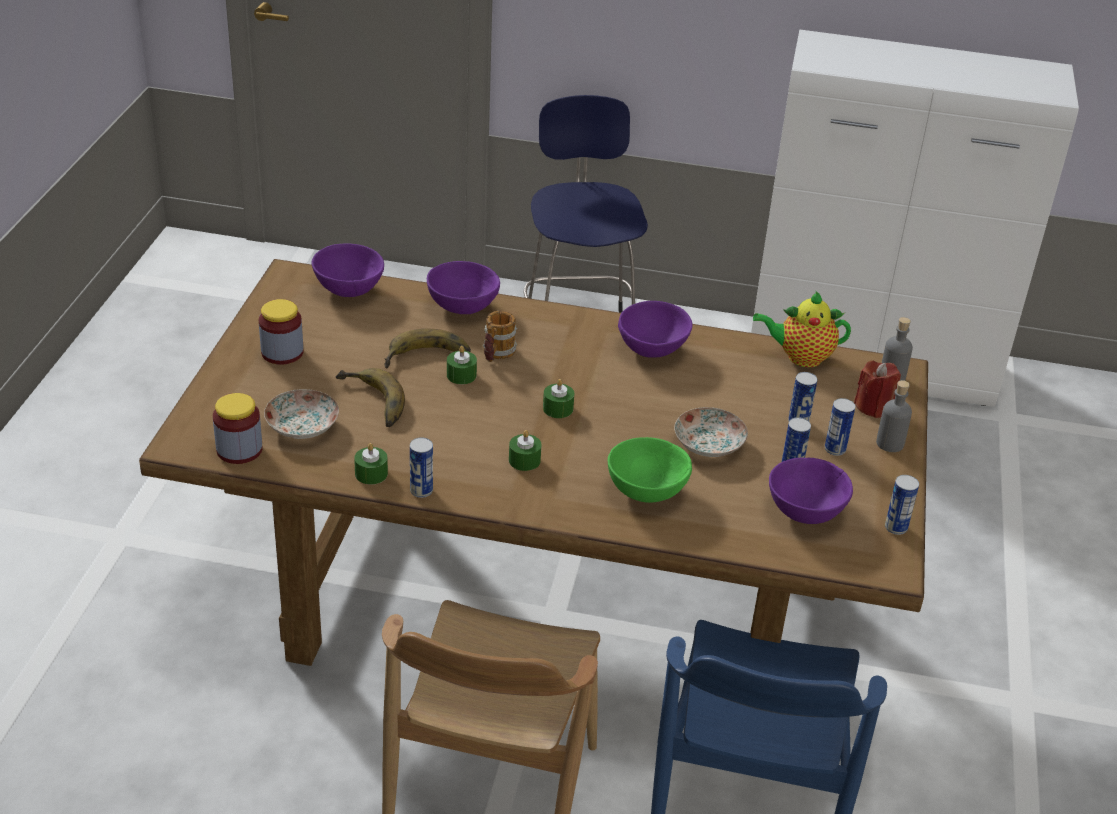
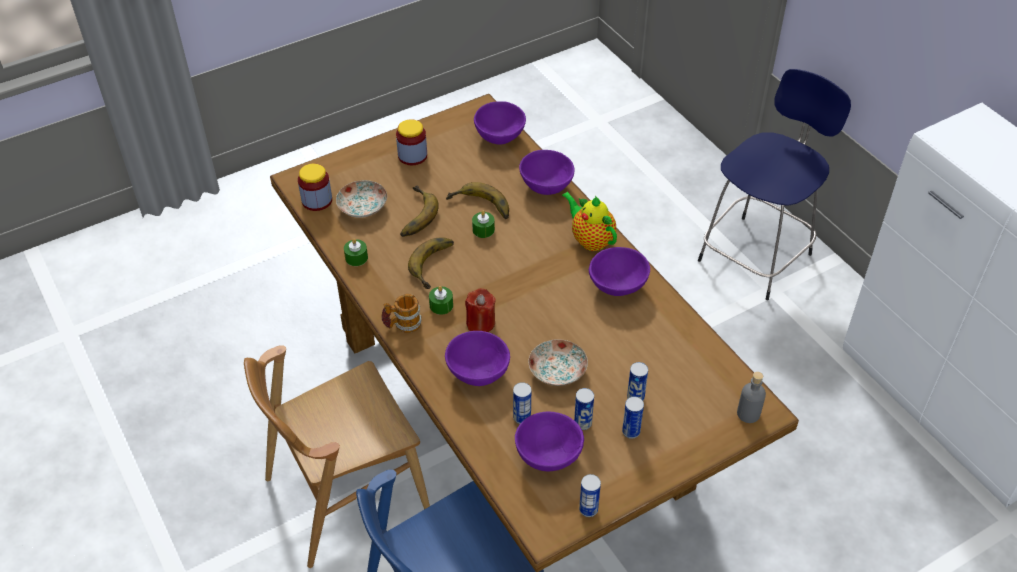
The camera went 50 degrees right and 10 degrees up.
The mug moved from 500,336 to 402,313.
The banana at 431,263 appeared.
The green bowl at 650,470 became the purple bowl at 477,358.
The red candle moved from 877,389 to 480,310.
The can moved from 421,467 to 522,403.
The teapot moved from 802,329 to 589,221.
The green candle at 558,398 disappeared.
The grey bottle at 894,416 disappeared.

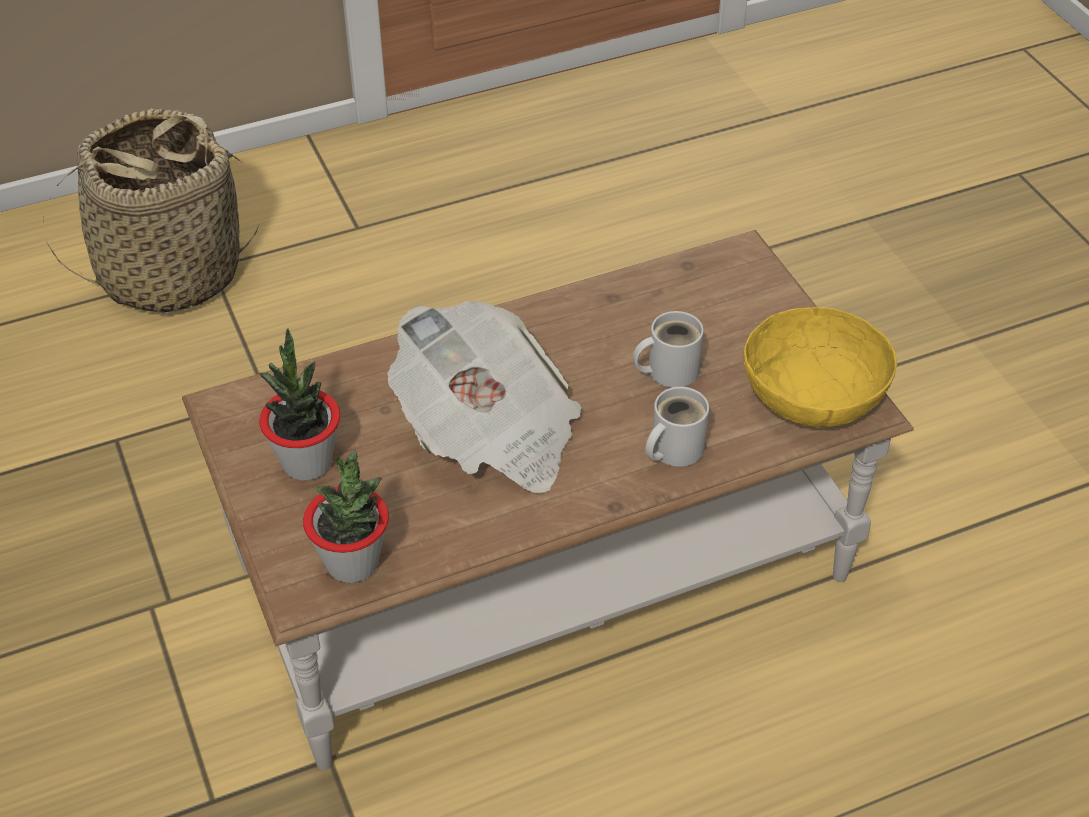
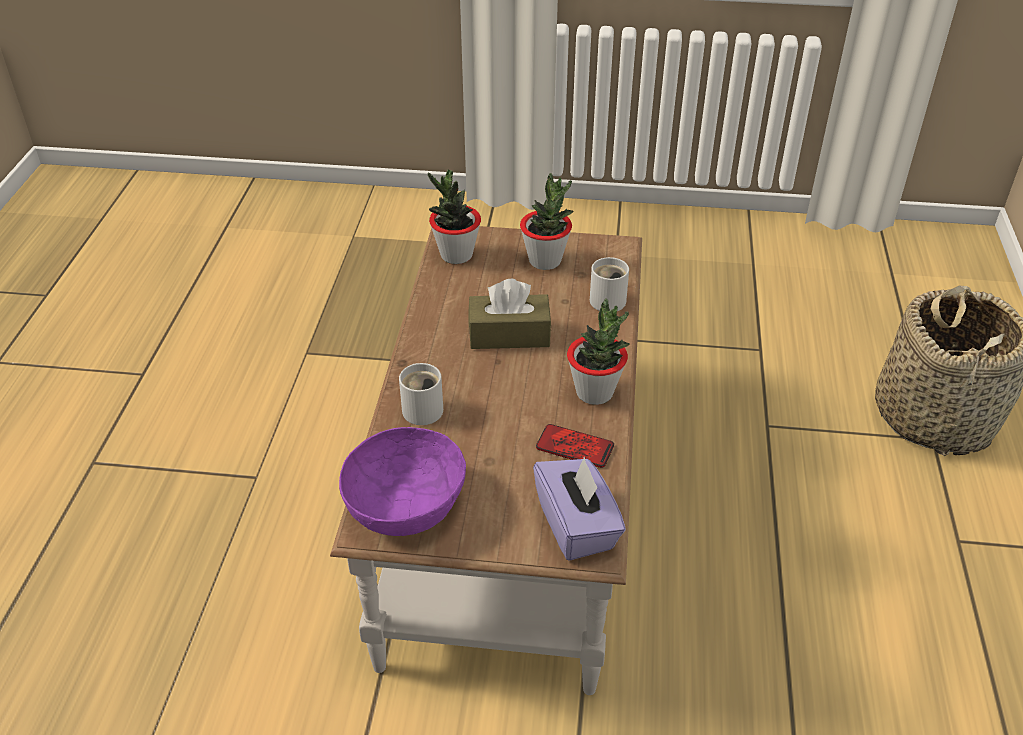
The camera went 120 degrees right and 5 degrees down.
The yellow bowl at 820,367 became the purple bowl at 402,481.
The newspaper at 484,397 was replaced by the brown tissue box at 509,314.
The purple tissue box at 579,508 appeared.
The phone at 575,446 appeared.
The potted plant at 598,351 appeared.
The white mug moved from 668,349 to 609,284.

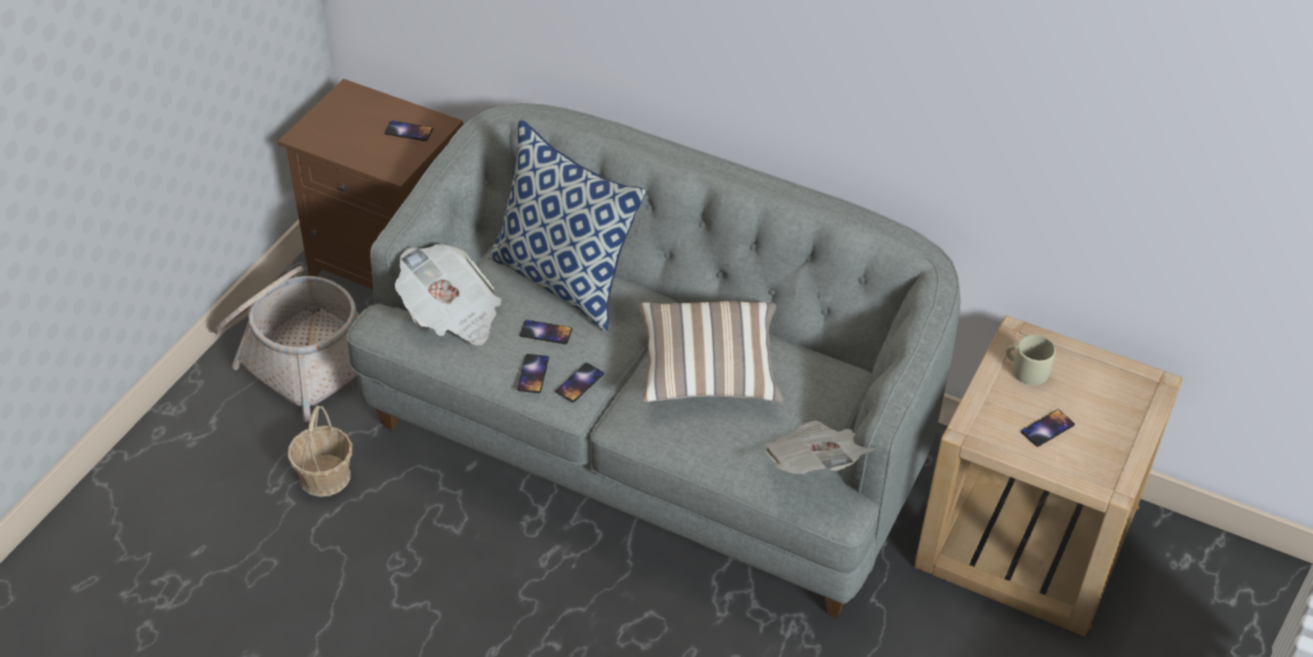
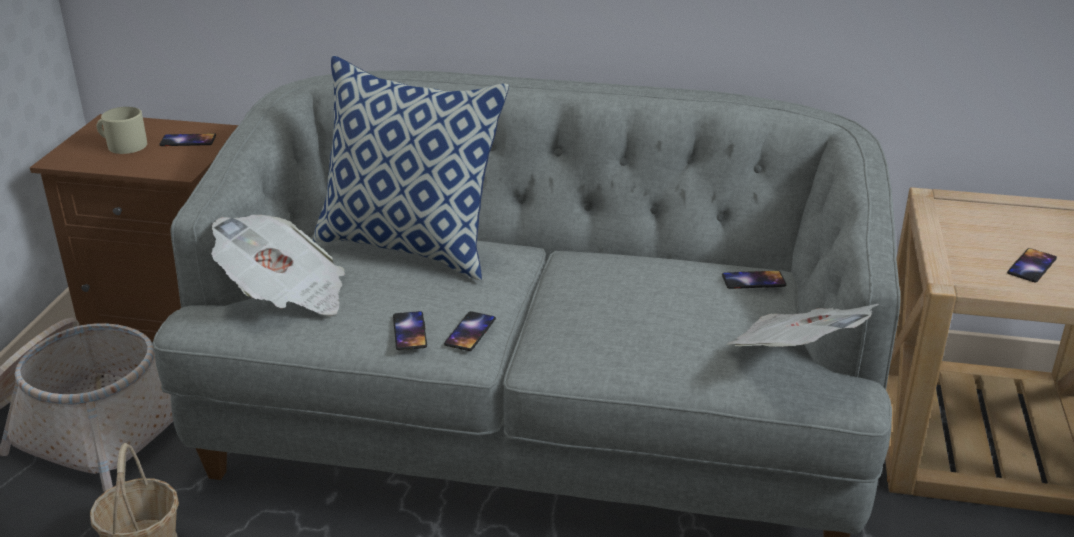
The camera went 15 degrees left and 15 degrees down.
The beige mug moved from 1031,360 to 122,130.
The phone moved from 546,332 to 754,280.
The pillow at 711,351 disappeared.

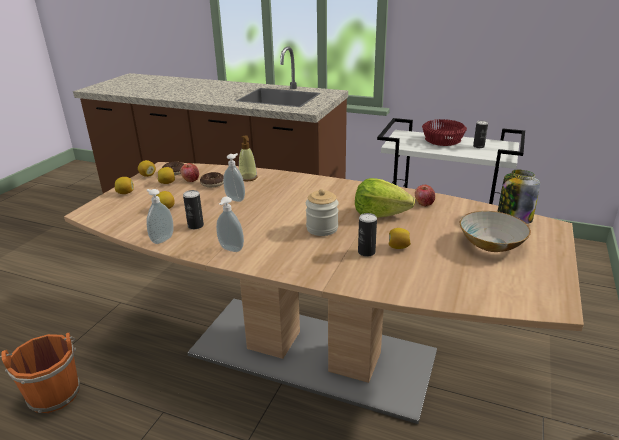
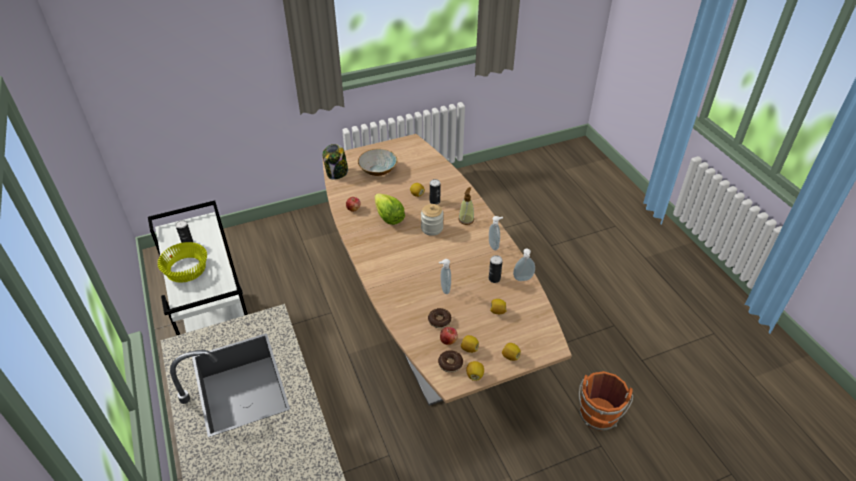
The camera went 135 degrees left and 15 degrees up.
The red bowl at 444,132 became the yellow bowl at 182,262.
The soap dispenser moved from 248,158 to 466,206.

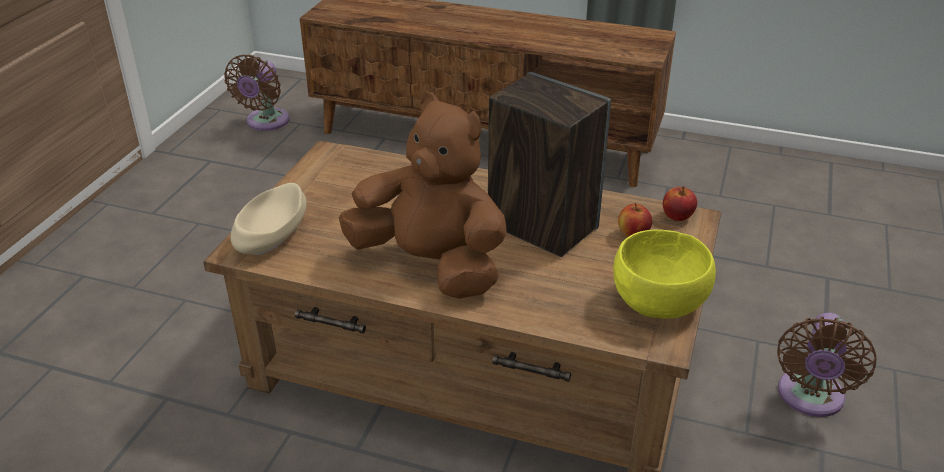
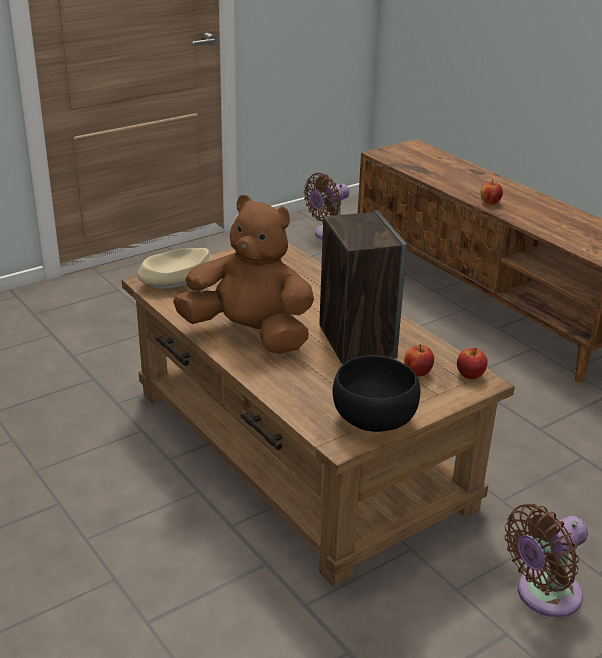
The camera went 35 degrees right and 5 degrees down.
The brown plush toy at 423,196 turned 45 degrees counterclockwise.
The yellow bowl at 664,274 became the black bowl at 376,393.
The apple at 492,192 appeared.

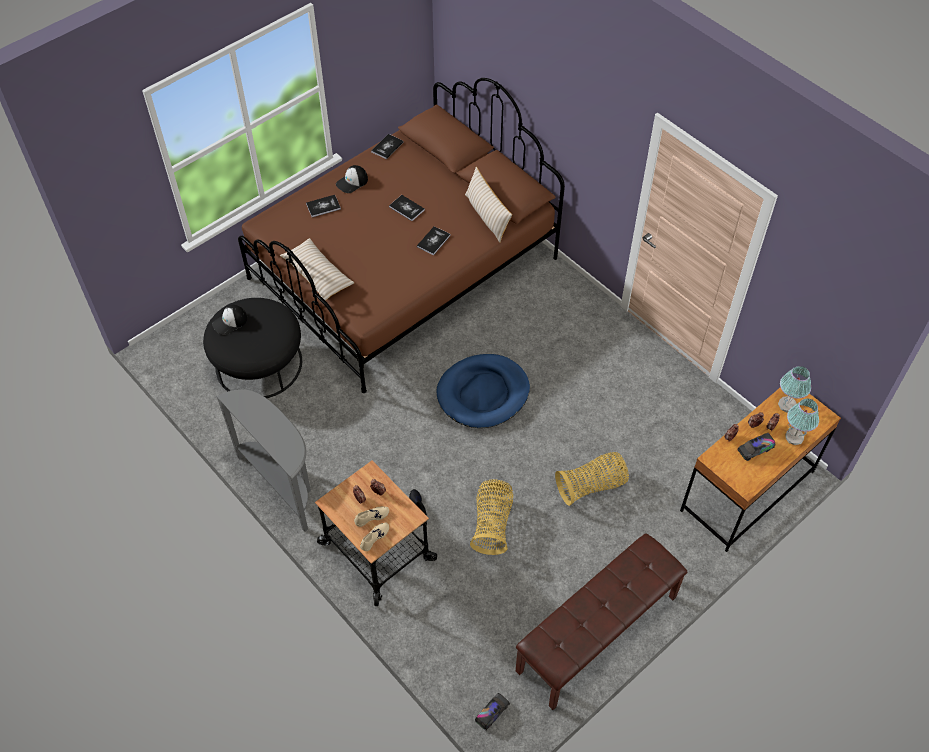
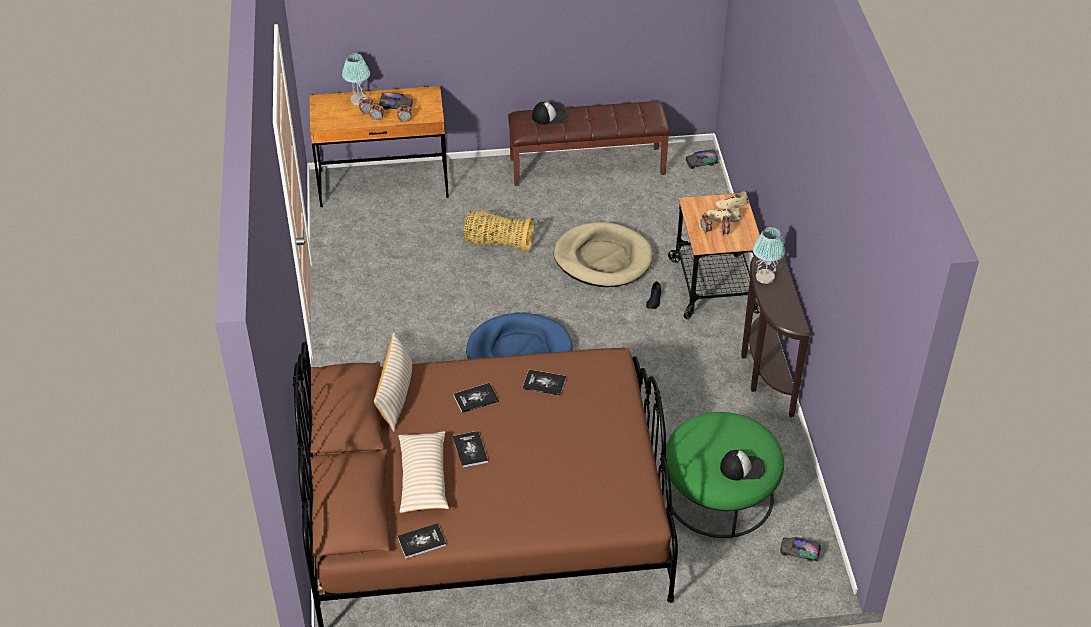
The camera went 145 degrees left and 10 degrees down.
The beige pillow moved from 317,269 to 423,472.
The book moved from 323,206 to 544,383.
The cap moved from 352,179 to 549,113.
The basket at 491,517 was replaced by the beige dog bed at 603,254.
The black ottoman at 252,348 became the green ottoman at 725,475.
The grey console table at 263,460 became the brown console table at 775,336.
The table lamp moved from 794,389 to 769,255.
The toy truck at 800,549 appeared.

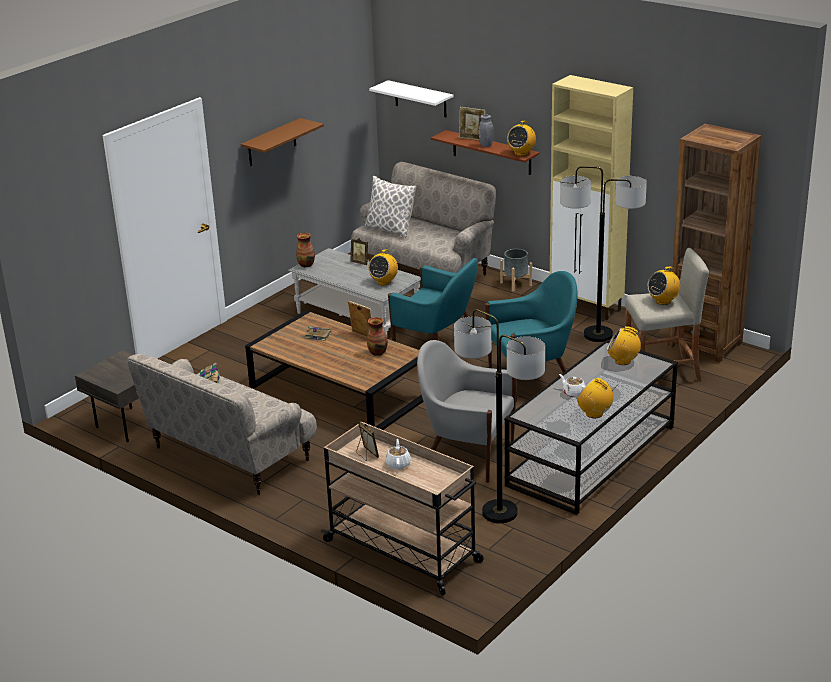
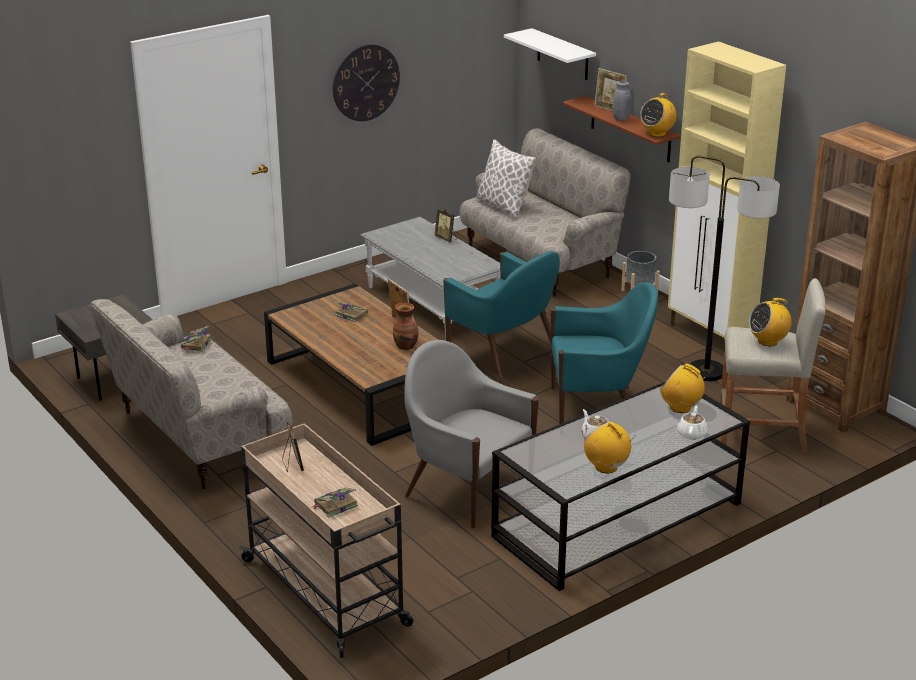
The camera went 15 degrees right and 0 degrees up.
The book at 335,502 appeared.
The brown shelf at 282,142 was replaced by the wall clock at 366,82.
The white teapot moved from 398,454 to 692,422.
The vase at 305,250 disappeared.
The radio at 383,267 disappeared.
The floor lamp at 499,416 disappeared.

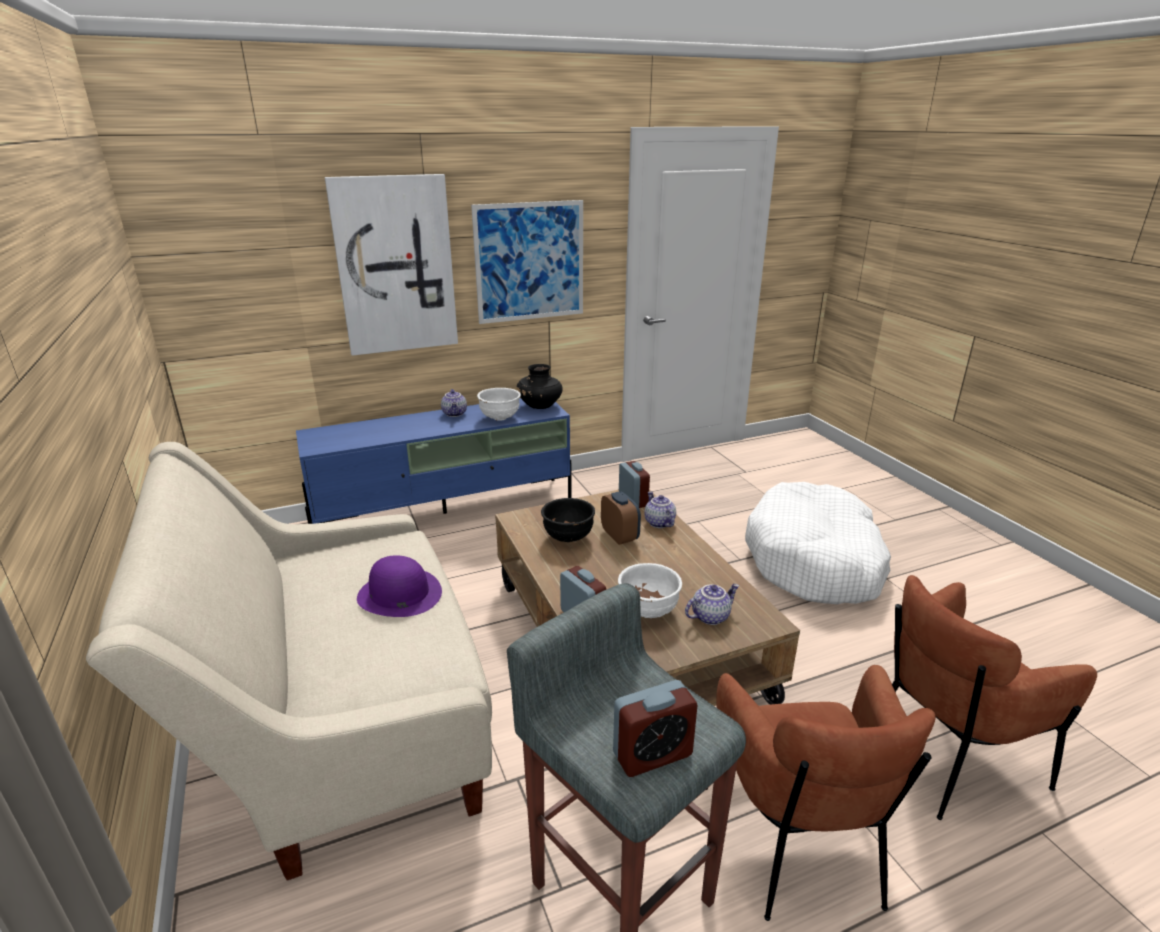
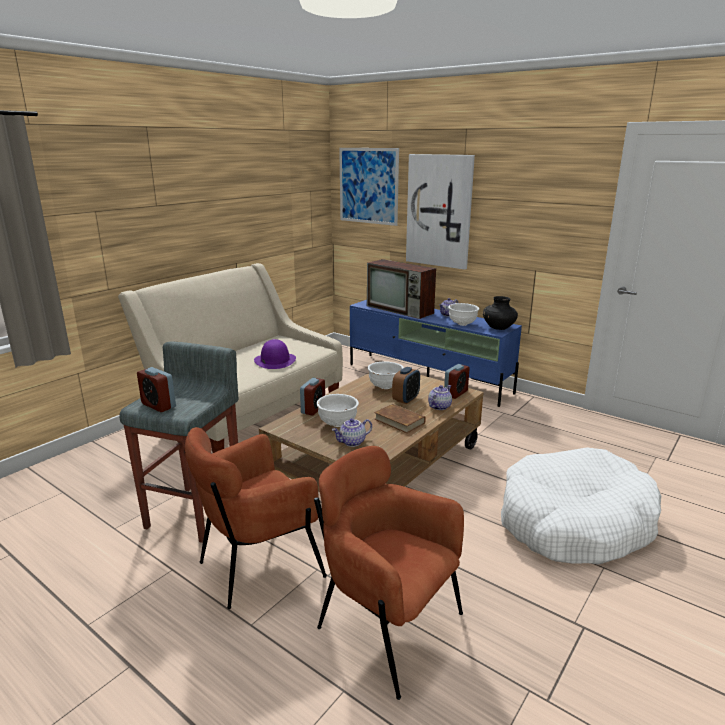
The camera went 60 degrees right and 5 degrees down.
The teapot at 712,604 turned 120 degrees clockwise.
The picture moved from 527,262 to 369,187.
The television at 401,289 appeared.
The black bowl at 568,520 became the white bowl at 386,375.
The brown book at 400,418 appeared.

